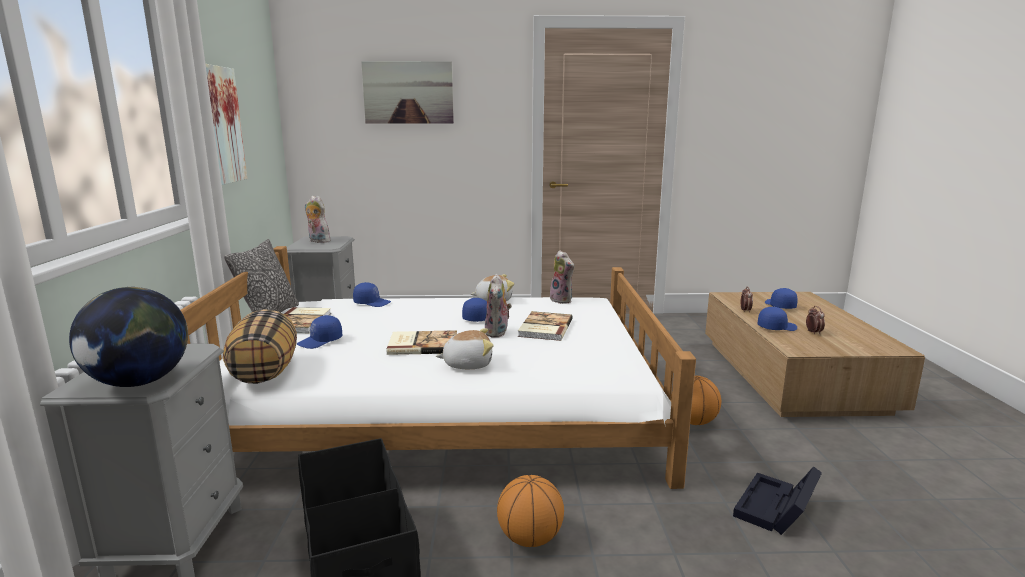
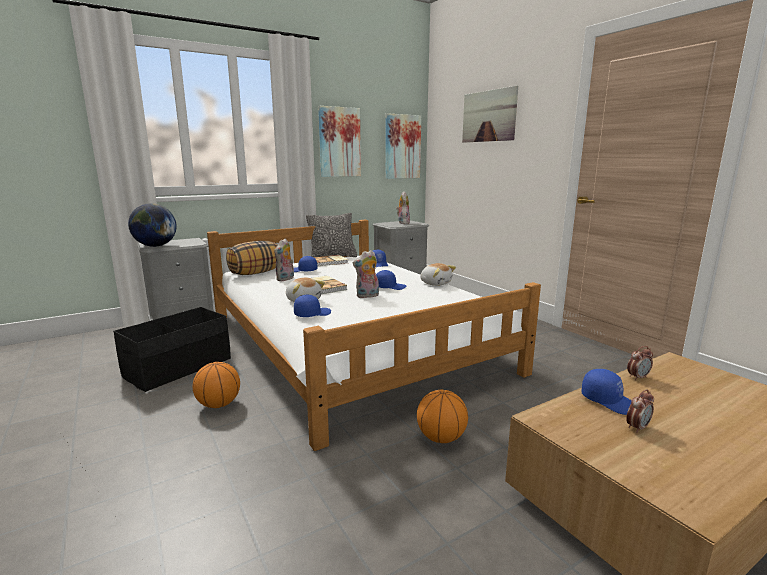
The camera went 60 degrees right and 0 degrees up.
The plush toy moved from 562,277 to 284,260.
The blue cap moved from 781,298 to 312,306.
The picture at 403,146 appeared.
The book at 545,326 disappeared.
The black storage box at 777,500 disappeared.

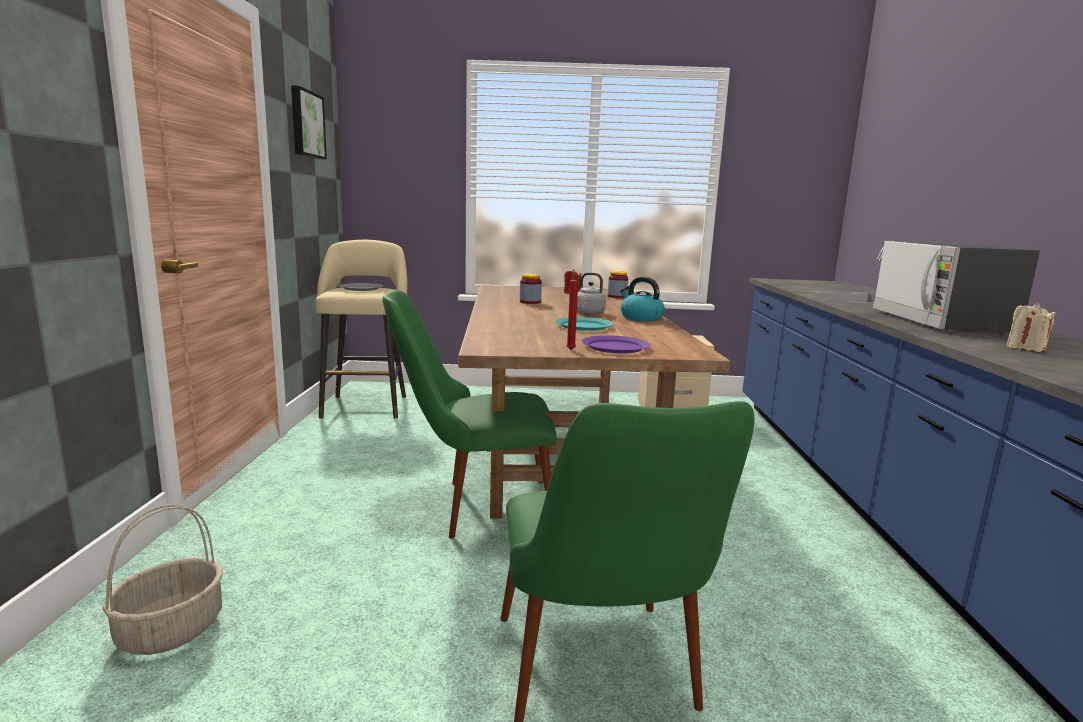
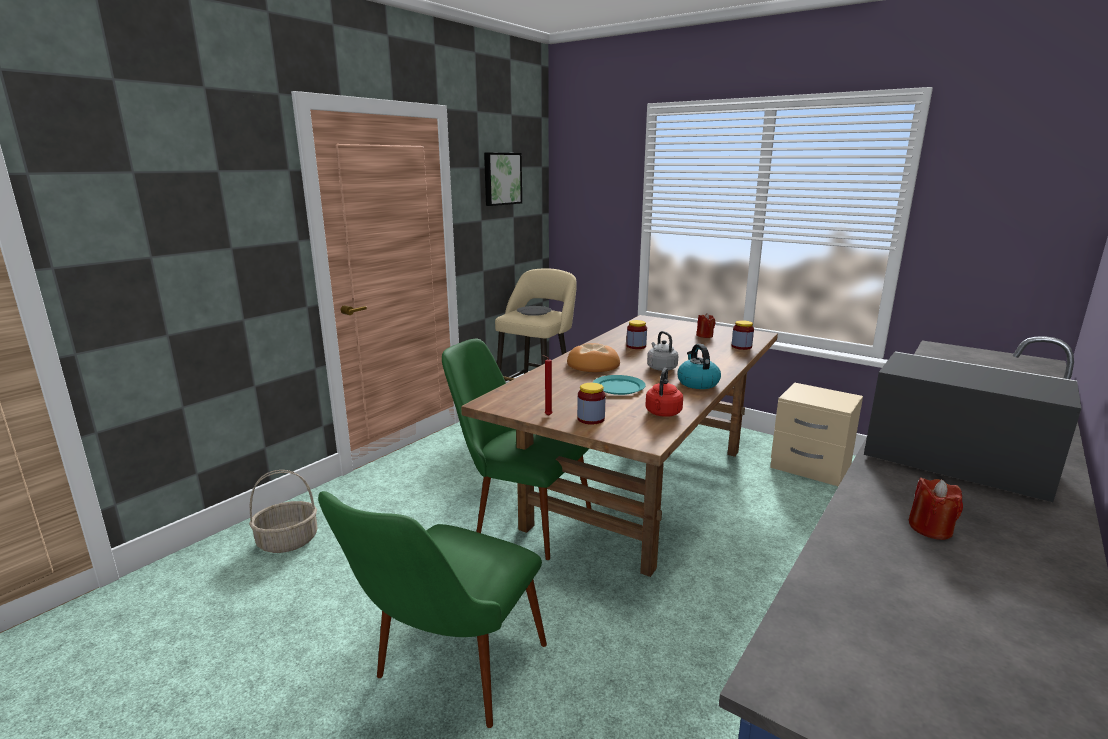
The camera went 35 degrees right and 5 degrees up.
The bread at 593,357 appeared.
The purple plate at 616,344 was replaced by the jar at 591,404.
The red kettle at 664,392 appeared.
The microwave at 956,287 turned 90 degrees clockwise.
The beige candle at 1031,327 became the red candle at 936,508.

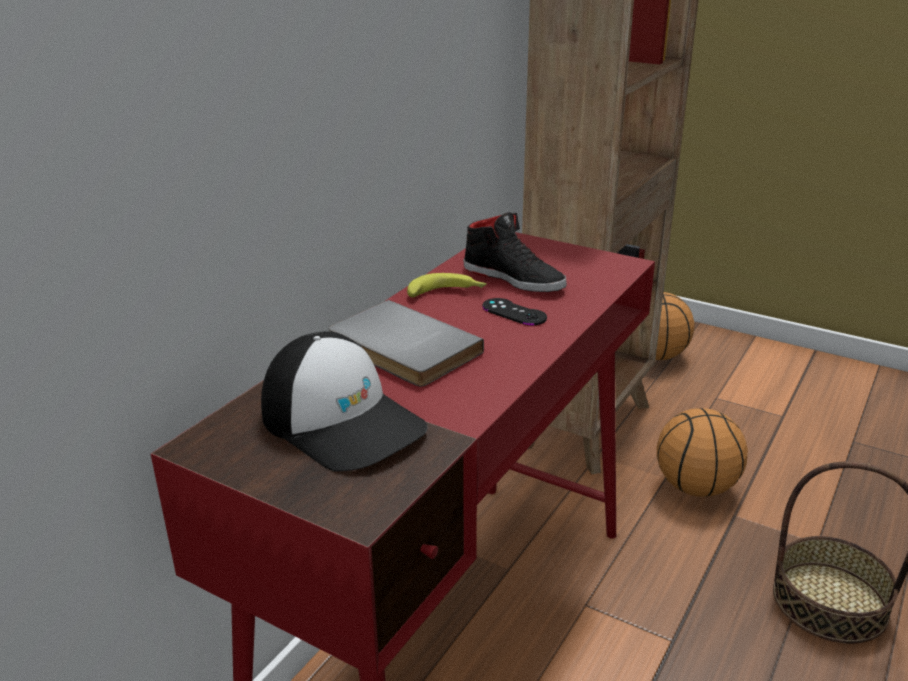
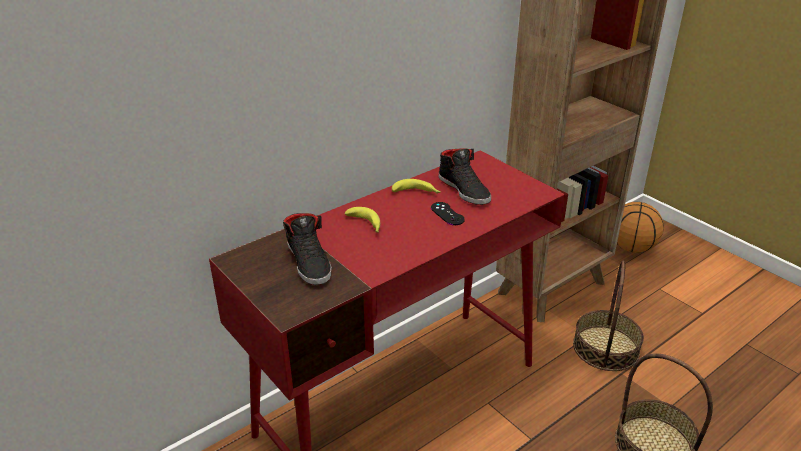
The camera went 20 degrees right and 5 degrees up.
The cap at 344,401 was replaced by the black shoe at 307,249.
The grey book at 406,343 was replaced by the banana at 362,220.
The basketball at 702,452 was replaced by the basket at 608,316.

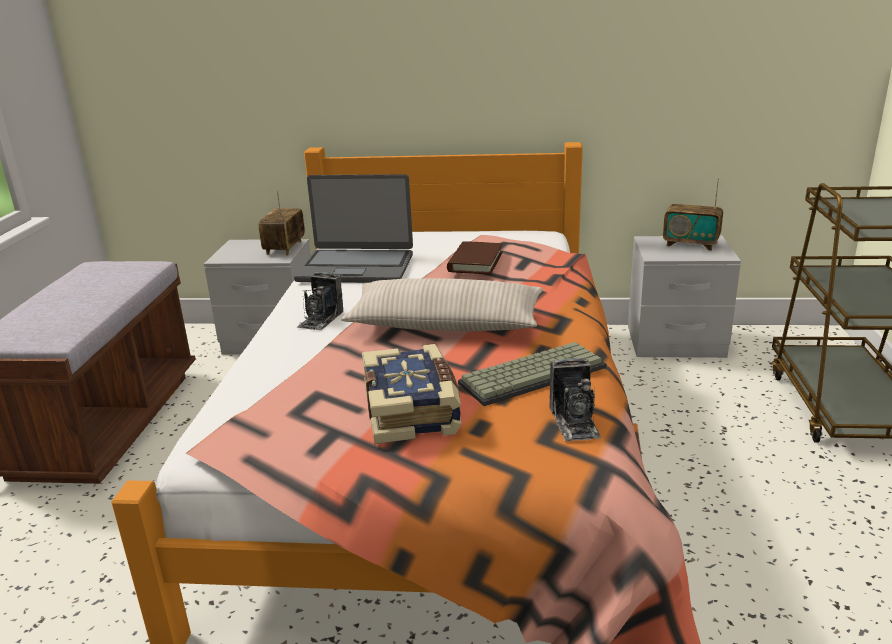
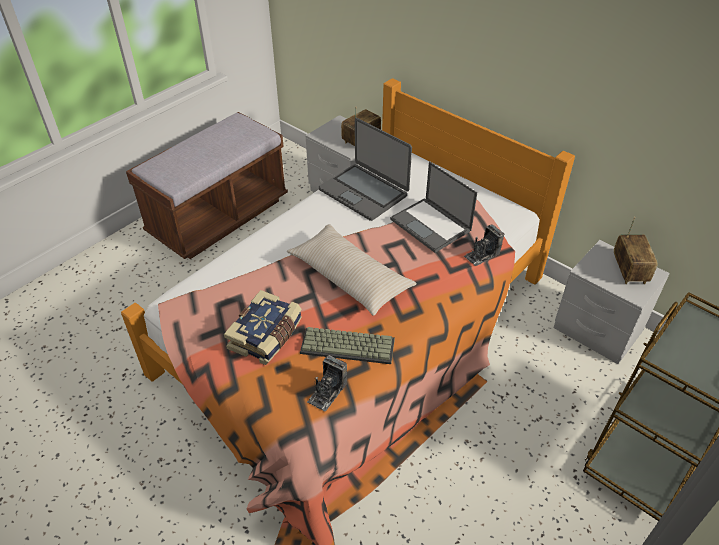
The camera went 35 degrees right and 20 degrees up.
The brown book at 475,257 was replaced by the laptop at 433,207.
The photo camera moved from 320,301 to 484,245.
The radio at 693,214 turned 150 degrees counterclockwise.

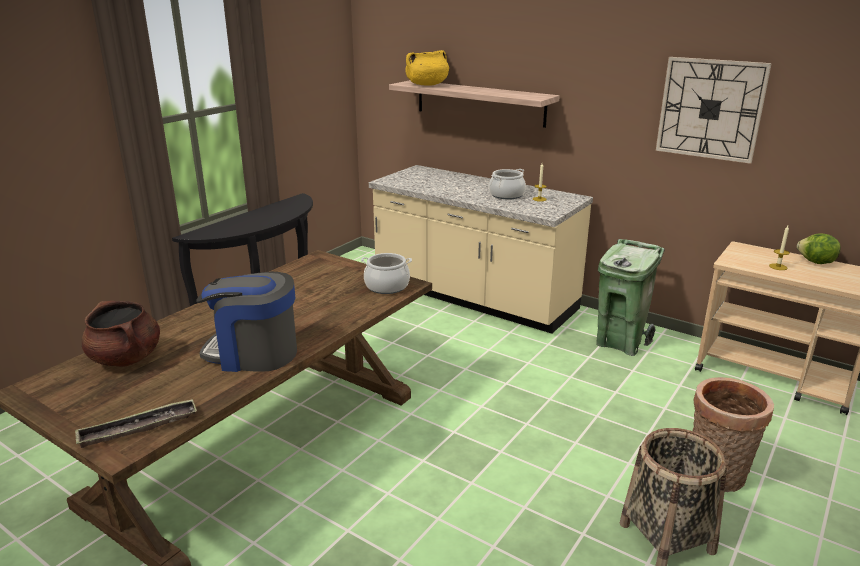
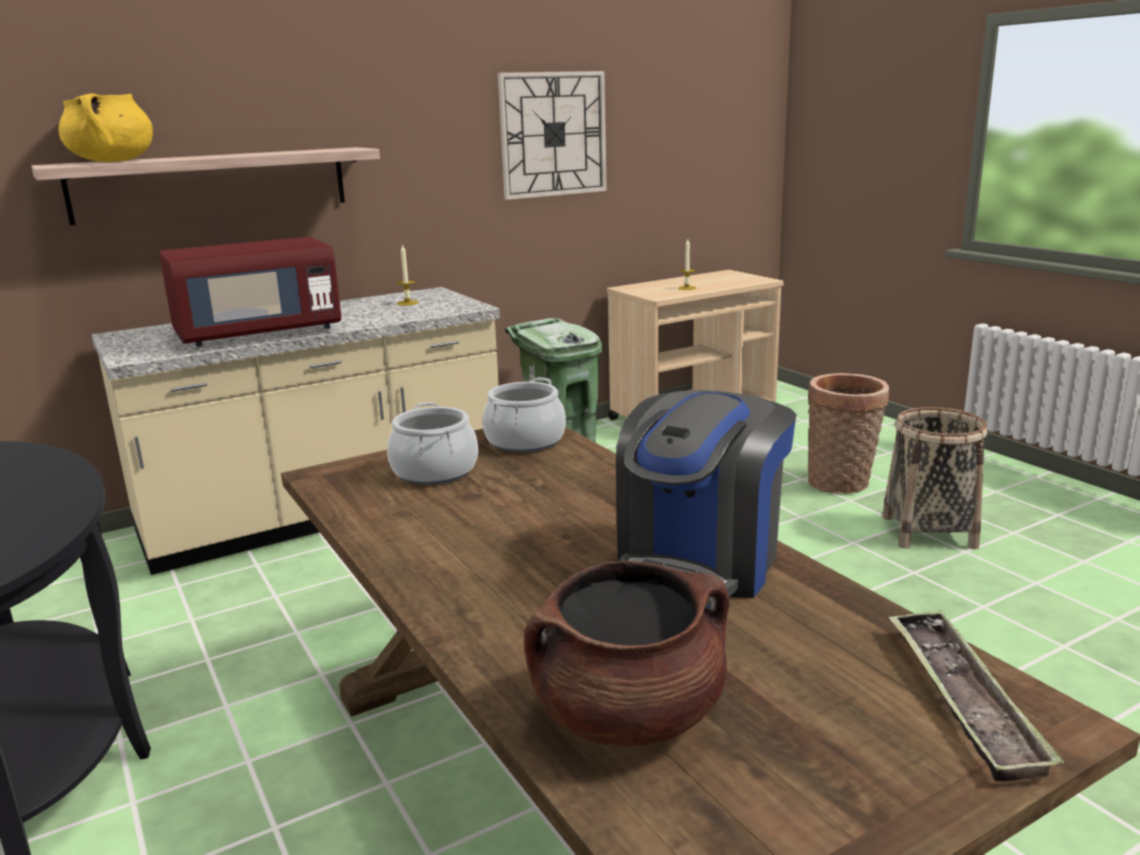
The camera went 65 degrees left and 5 degrees down.
The red microwave at 250,292 appeared.
The cooking pot moved from 507,184 to 432,443.
The lettuce at 819,248 disappeared.

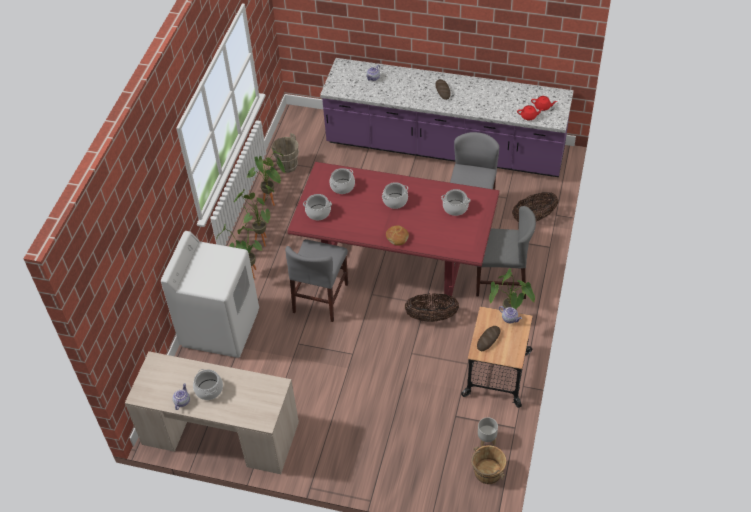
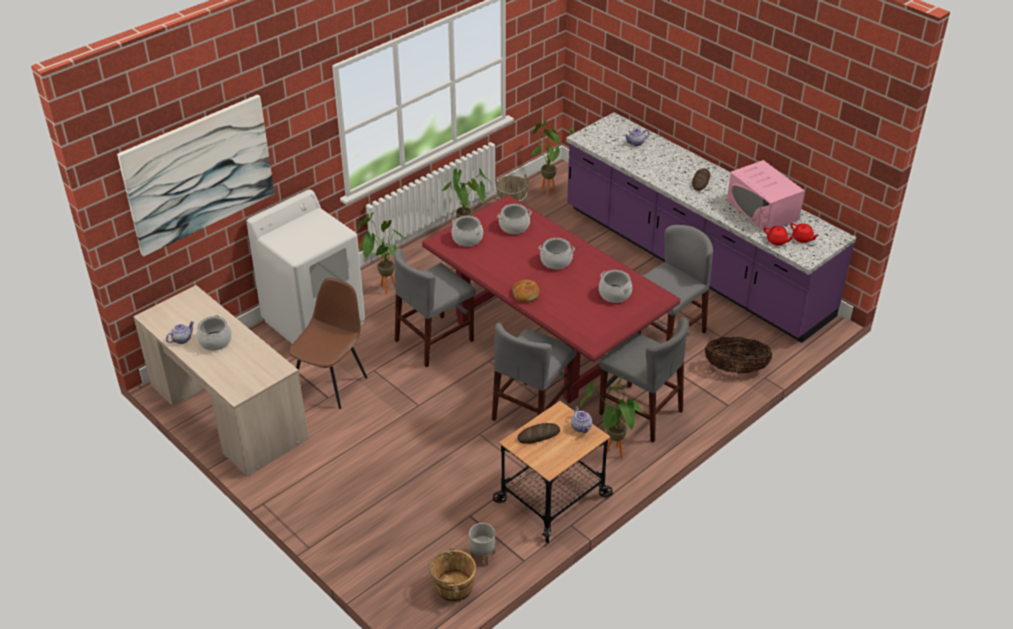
The camera went 30 degrees right and 10 degrees down.
The picture at 196,176 appeared.
The brown chair at 328,343 appeared.
The basket at 432,307 was replaced by the grey chair at 534,372.
The potted plant moved from 254,215 to 553,158.
The pink microwave at 766,196 appeared.

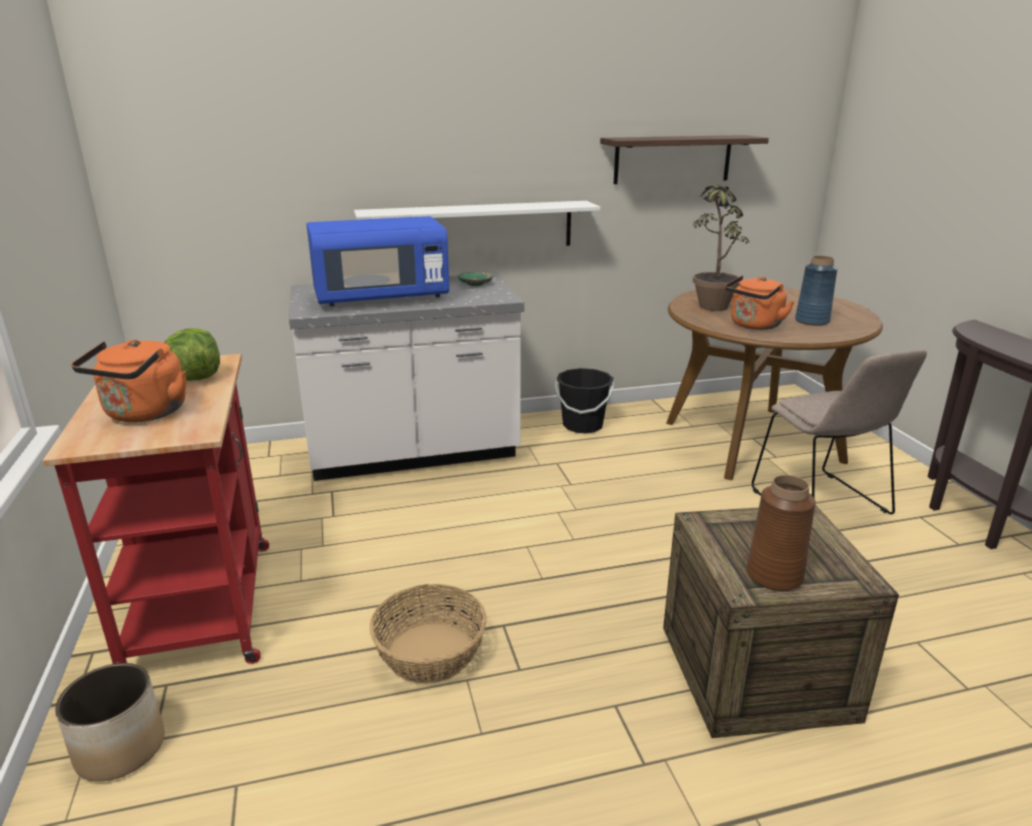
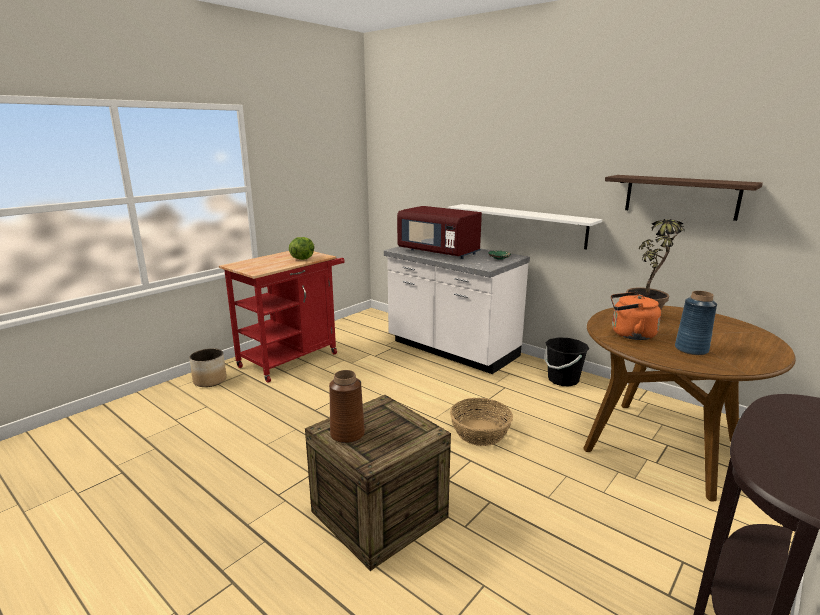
The camera went 55 degrees right and 5 degrees down.
The blue microwave at 378,261 became the red microwave at 439,232.
The basket moved from 428,634 to 481,422.
The orange kettle at 129,380 disappeared.
The beige chair at 839,431 disappeared.

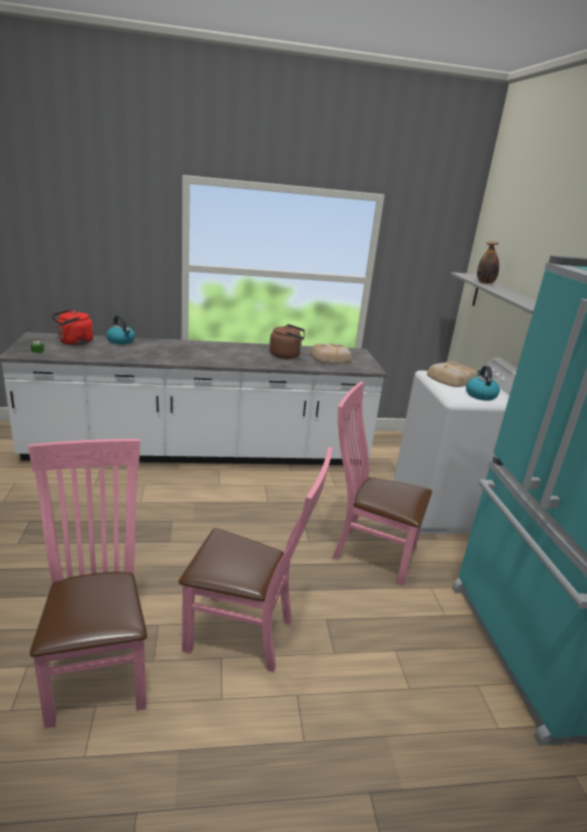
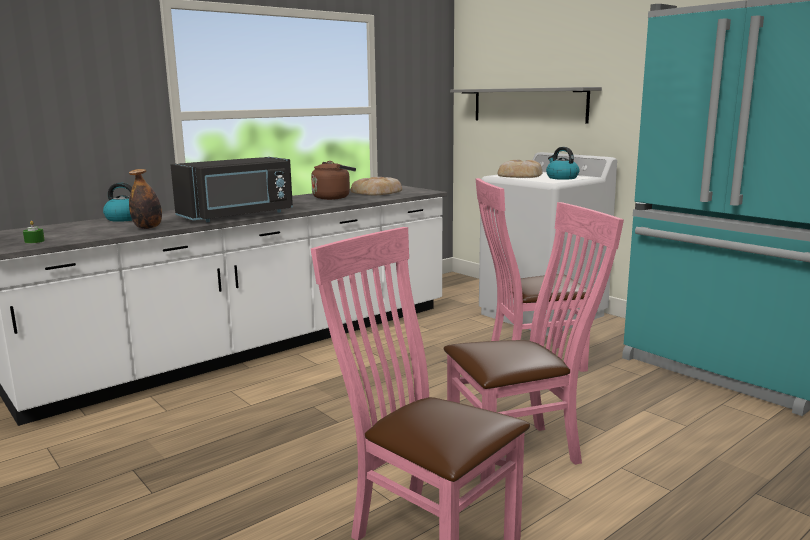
The camera went 30 degrees left and 10 degrees down.
The bottle moved from 488,262 to 145,199.
The black microwave at 232,189 appeared.
The red kettle at 72,327 disappeared.

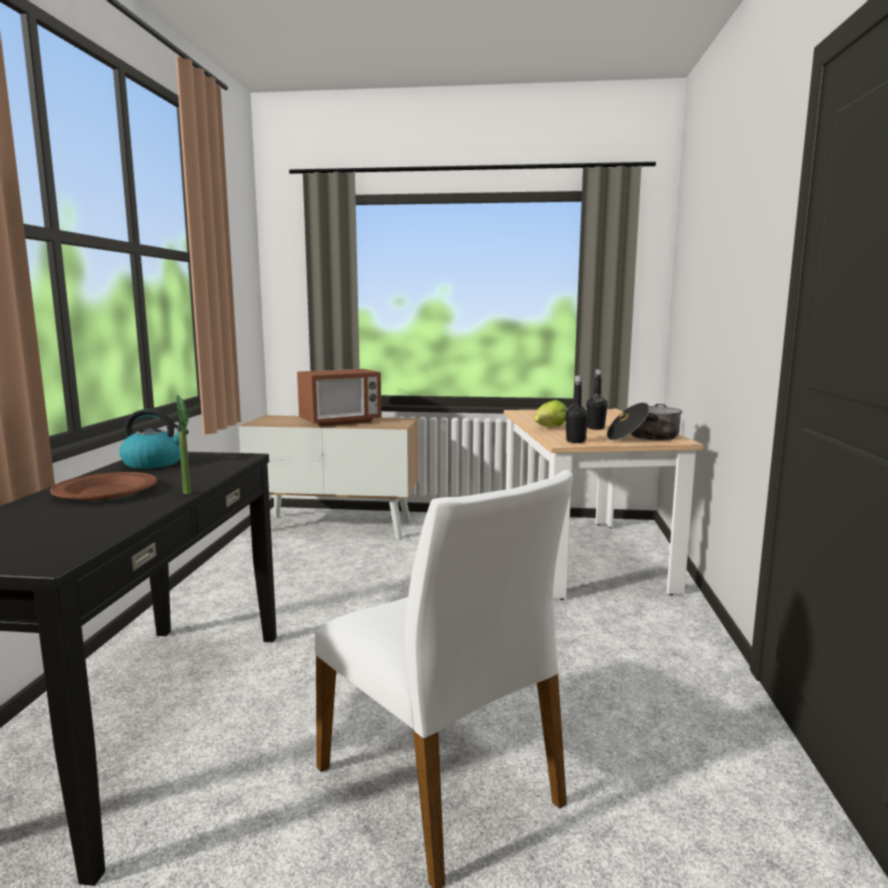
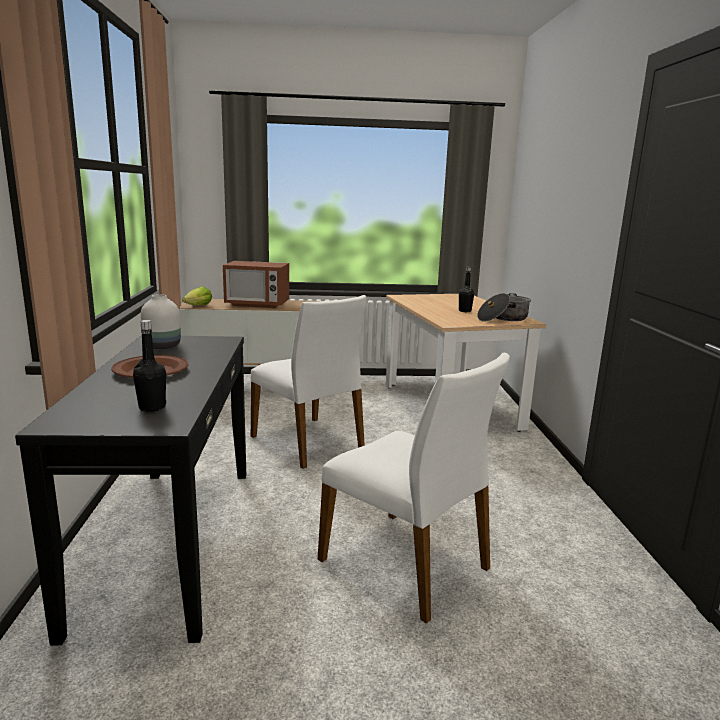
The camera went 10 degrees left and 5 degrees up.
The black bottle moved from 577,409 to 149,366.
The kettle at 154,439 was replaced by the white vase at 161,321.
The lettuce moved from 550,413 to 197,296.
The microwave at 339,398 turned 45 degrees clockwise.
The white chair at 309,382 appeared.
The potted plant at 187,444 disappeared.

